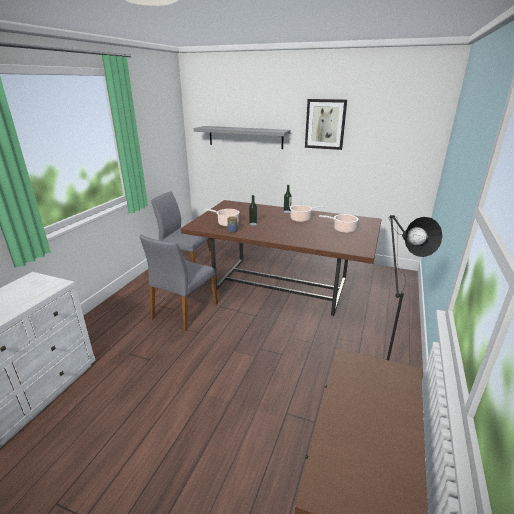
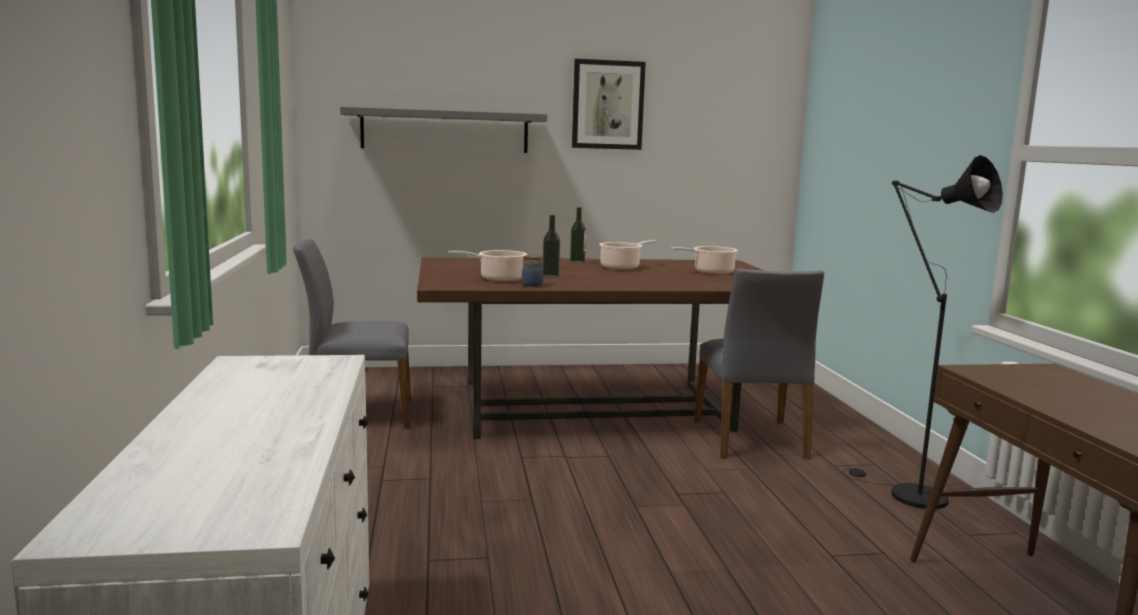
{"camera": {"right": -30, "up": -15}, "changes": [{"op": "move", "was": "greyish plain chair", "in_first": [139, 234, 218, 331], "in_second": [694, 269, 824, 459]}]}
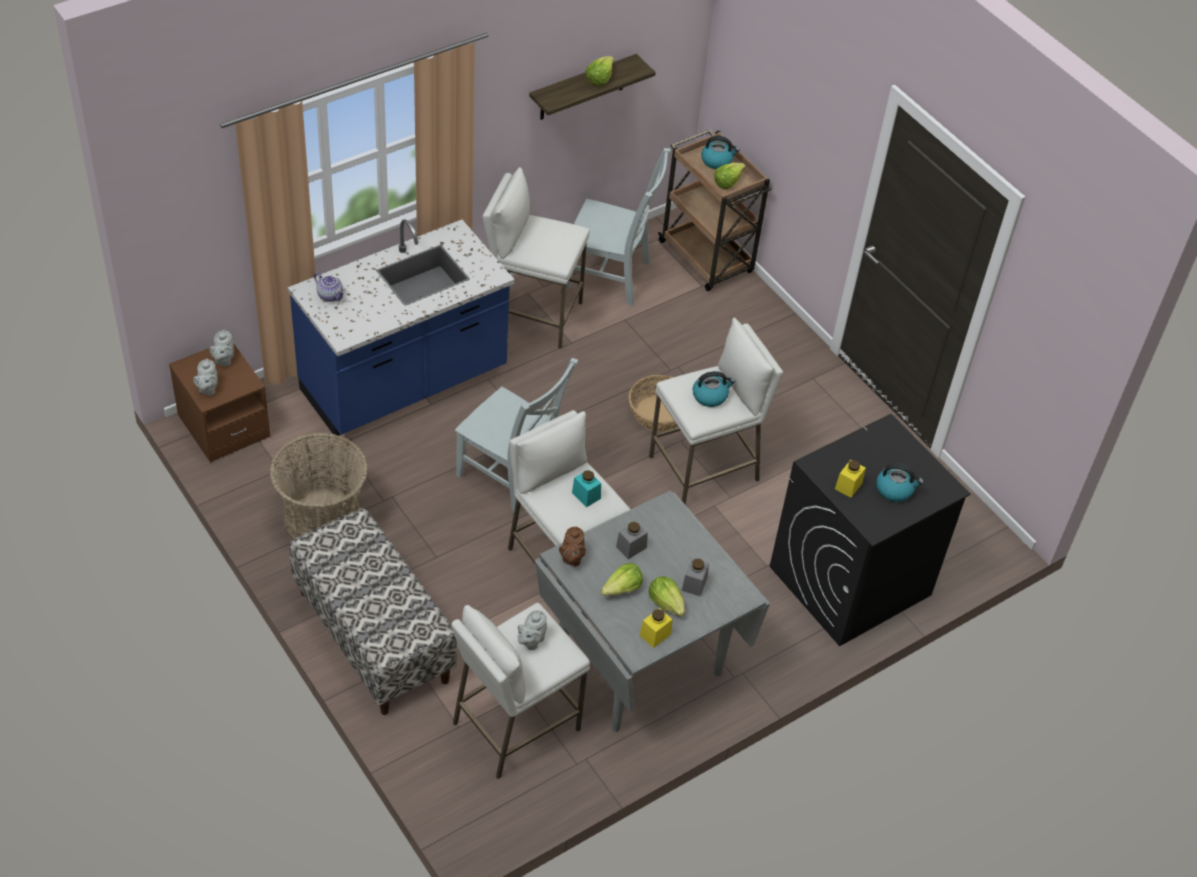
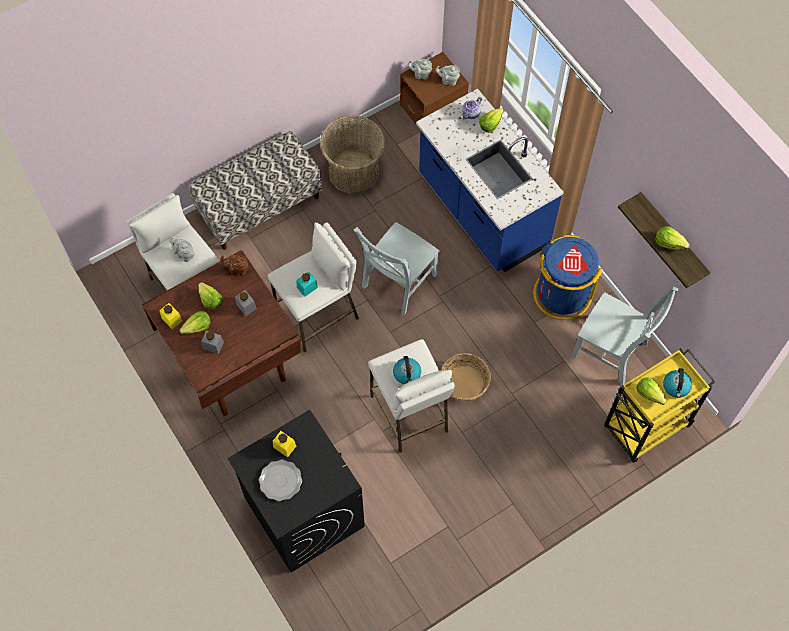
{"camera": {"right": 95, "up": 15}, "changes": [{"op": "recolor", "was": "greyish dining table", "now": "brownish dining table", "in_first": [535, 491, 770, 732], "in_second": [142, 251, 301, 416]}, {"op": "replace", "was": "kettle", "now": "flat dish", "in_first": [876, 463, 924, 502], "in_second": [259, 460, 302, 501]}, {"op": "insert", "now": "lettuce", "in_second": [479, 108, 504, 133]}, {"op": "replace", "was": "whitish stool", "now": "blue waste bin", "in_first": [482, 167, 590, 349], "in_second": [533, 235, 602, 320]}, {"op": "rotate", "was": "greyish plain chair", "in_first": [566, 148, 670, 306], "in_second": [572, 287, 678, 385], "clockwise": -75}, {"op": "recolor", "was": "brownish trolley", "now": "yellowish trolley", "in_first": [658, 129, 772, 291], "in_second": [604, 349, 715, 463]}]}
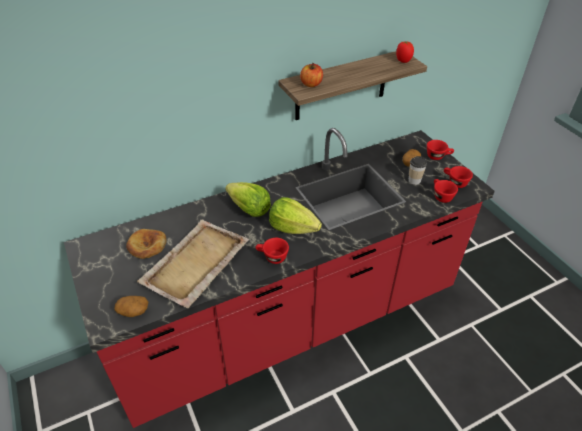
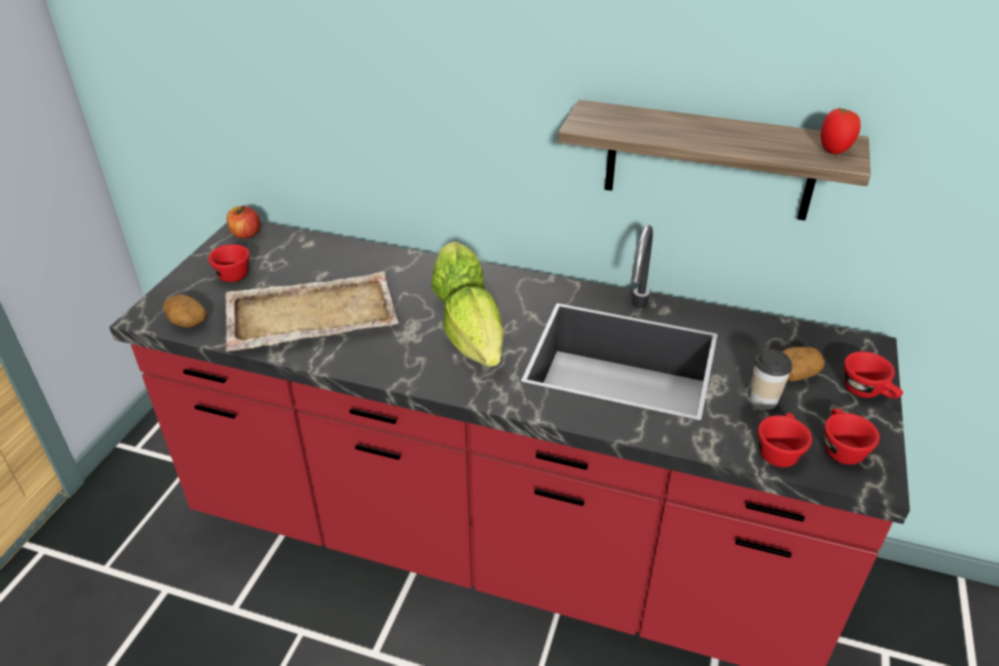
{"camera": {"right": 45, "up": -5}, "changes": [{"op": "move", "was": "red drinking cup", "in_first": [255, 238, 289, 264], "in_second": [208, 244, 250, 282]}, {"op": "move", "was": "whole apple", "in_first": [300, 63, 323, 87], "in_second": [227, 205, 260, 238]}, {"op": "delete", "was": "bakery bread", "in_first": [126, 229, 166, 259]}]}
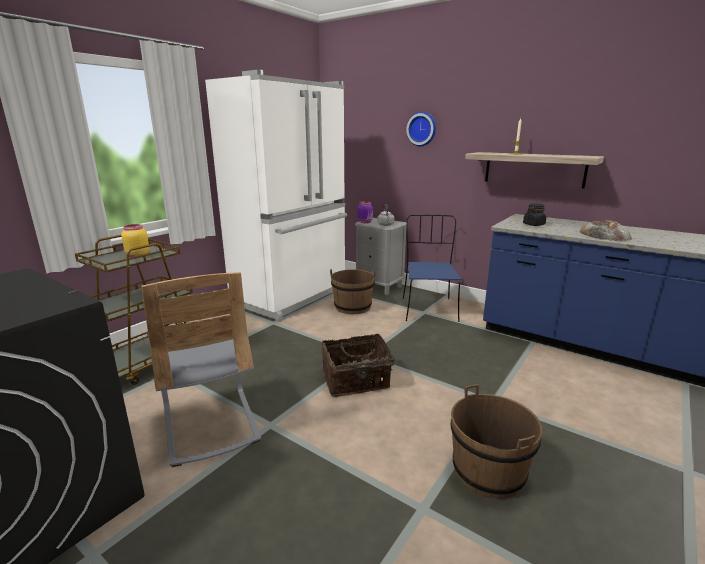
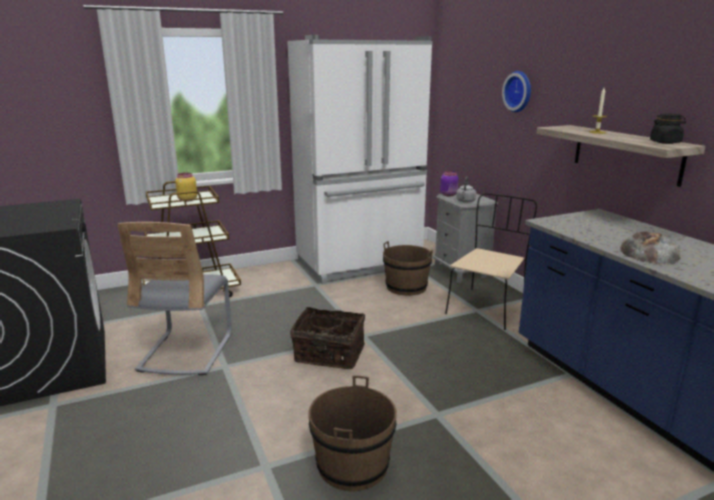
{"camera": {"right": 30, "up": 0}, "changes": [{"op": "recolor", "was": "blue plain chair", "now": "beige-coloured plain chair", "in_first": [403, 215, 462, 322], "in_second": [445, 193, 537, 330]}, {"op": "move", "was": "black jar", "in_first": [523, 204, 546, 226], "in_second": [650, 114, 686, 144]}]}
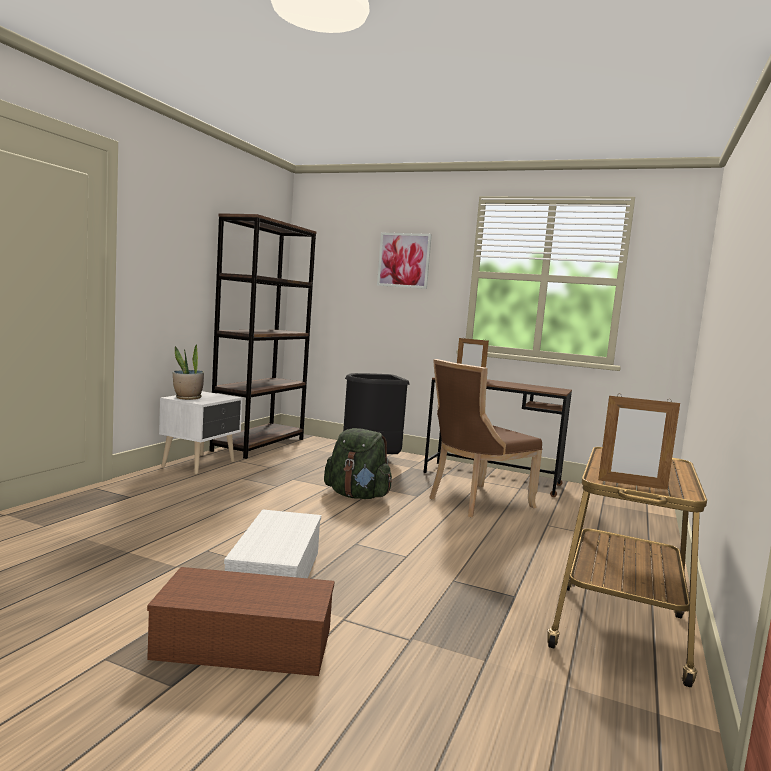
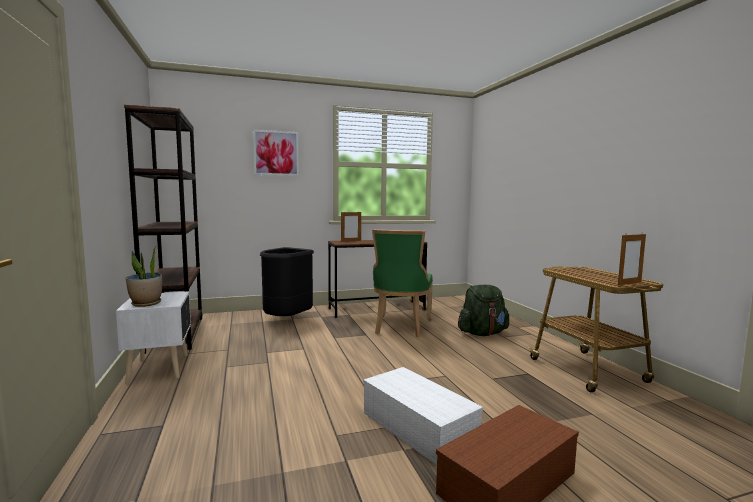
{"camera": {"right": -40, "up": 0}, "changes": [{"op": "recolor", "was": "brownish plain chair", "now": "greenish plain chair", "in_first": [429, 359, 542, 517], "in_second": [372, 229, 433, 338]}, {"op": "move", "was": "greenish backpack", "in_first": [324, 428, 392, 499], "in_second": [458, 285, 509, 336]}]}
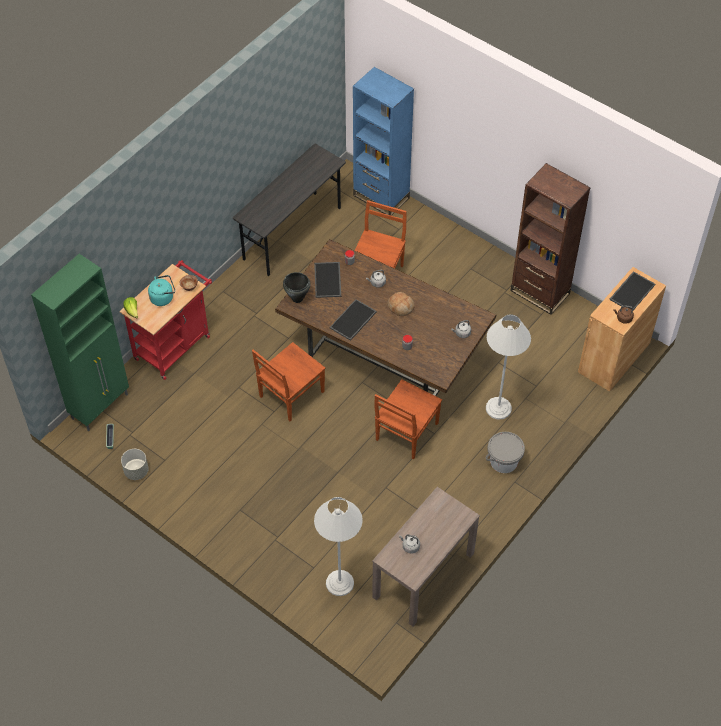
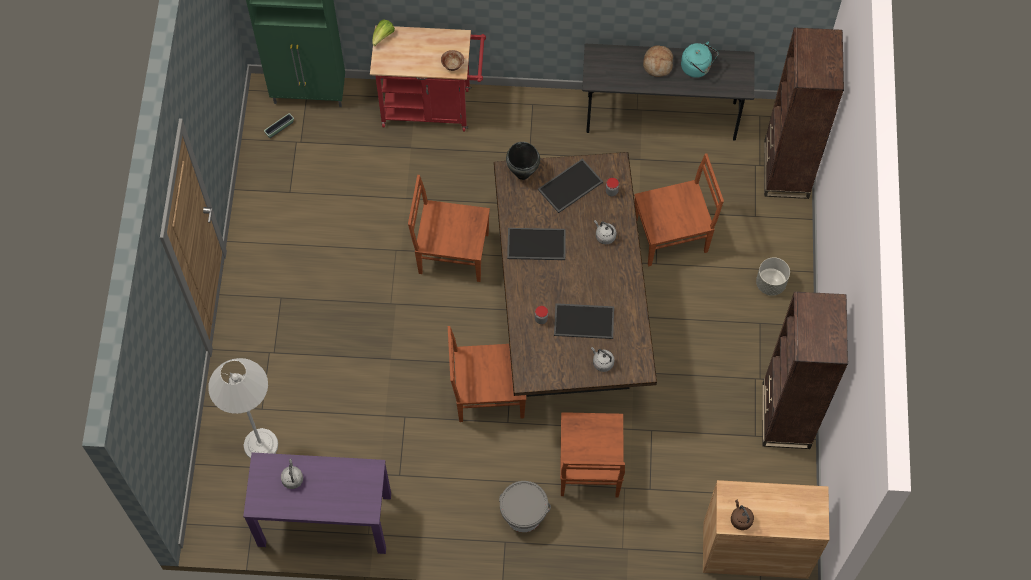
{"camera": {"right": 55, "up": 10}, "changes": [{"op": "recolor", "was": "brownish hall table", "now": "purple-coloured hall table", "in_first": [372, 487, 480, 626], "in_second": [243, 453, 391, 554]}, {"op": "move", "was": "serving tray", "in_first": [609, 271, 655, 310], "in_second": [554, 303, 614, 339]}, {"op": "replace", "was": "whitish floor lamp", "now": "brownish plain chair", "in_first": [486, 314, 531, 420], "in_second": [560, 412, 625, 498]}, {"op": "move", "was": "bakery bread", "in_first": [387, 292, 415, 316], "in_second": [643, 45, 673, 77]}, {"op": "move", "was": "turquoise-coloured kettle", "in_first": [148, 275, 175, 306], "in_second": [681, 42, 719, 78]}, {"op": "move", "was": "greyish flower pot", "in_first": [121, 449, 149, 480], "in_second": [756, 257, 790, 296]}, {"op": "recolor", "was": "blue bookshelf", "now": "brownish bookshelf", "in_first": [353, 67, 414, 216], "in_second": [764, 27, 844, 199]}]}
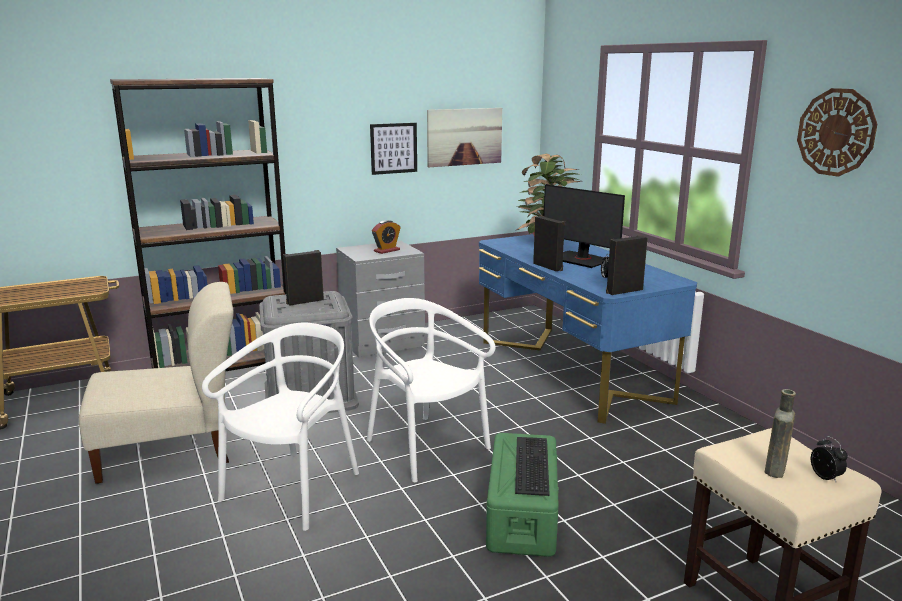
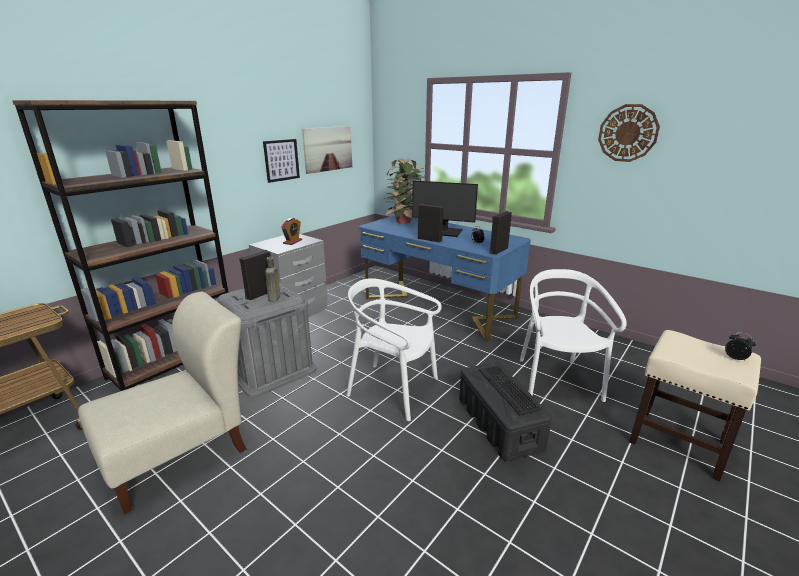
{"camera": {"right": -25, "up": 5}, "changes": [{"op": "move", "was": "brownish drink bottle", "in_first": [765, 389, 796, 478], "in_second": [265, 257, 280, 302]}, {"op": "recolor", "was": "greenish storage container", "now": "black storage container", "in_first": [486, 433, 559, 557], "in_second": [459, 362, 552, 461]}, {"op": "move", "was": "whitish plain chair", "in_first": [202, 323, 359, 531], "in_second": [520, 269, 627, 402]}]}
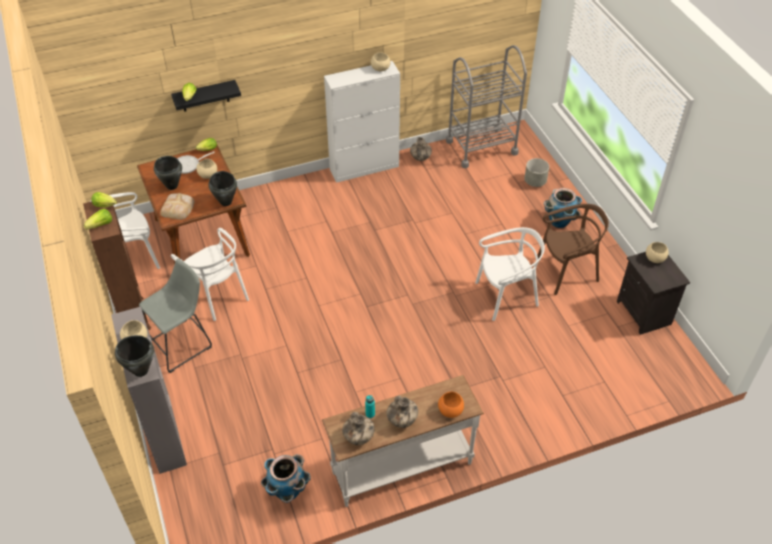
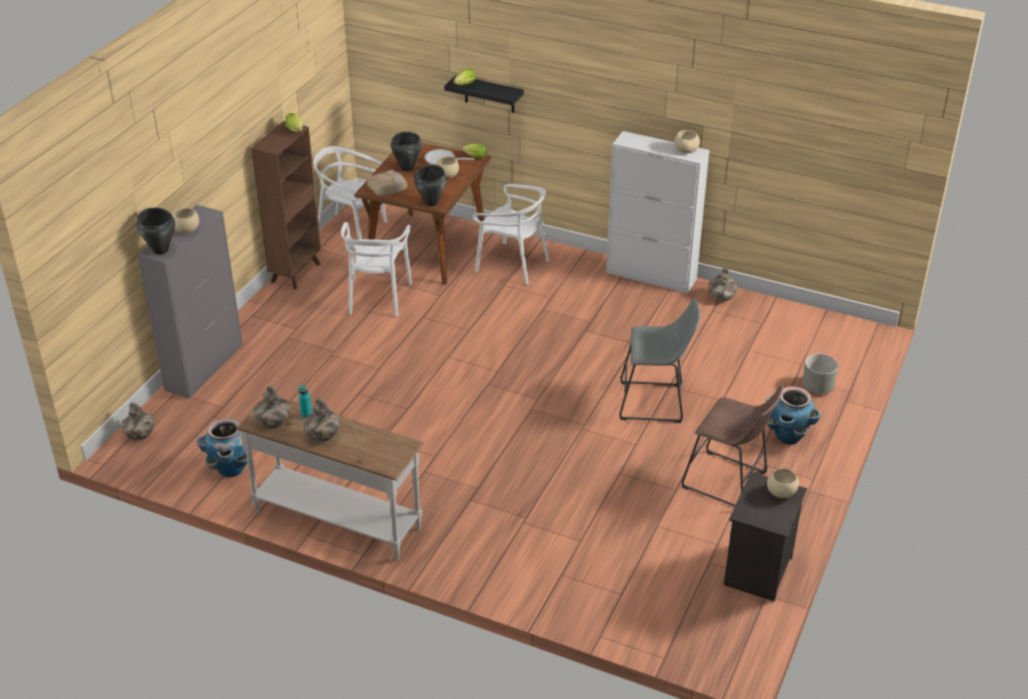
{"camera": {"right": 45, "up": -10}, "changes": [{"op": "insert", "now": "flower vase", "in_second": [121, 402, 155, 441]}, {"op": "move", "was": "whitish plain chair", "in_first": [475, 227, 545, 321], "in_second": [473, 184, 550, 284]}, {"op": "move", "was": "greyish stool", "in_first": [139, 258, 212, 373], "in_second": [619, 298, 700, 423]}, {"op": "replace", "was": "brownish plain chair", "now": "brownish stool", "in_first": [537, 204, 609, 295], "in_second": [682, 385, 783, 507]}, {"op": "delete", "was": "lettuce", "in_first": [84, 209, 112, 230]}, {"op": "delete", "was": "orange-coloured serving bowl", "in_first": [438, 392, 464, 418]}, {"op": "delete", "was": "greyish trolley", "in_first": [446, 45, 527, 168]}]}
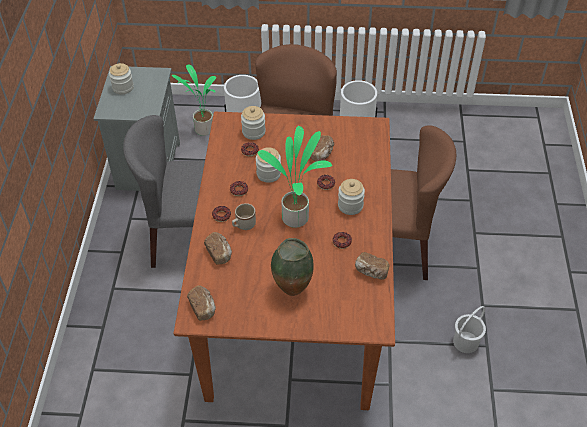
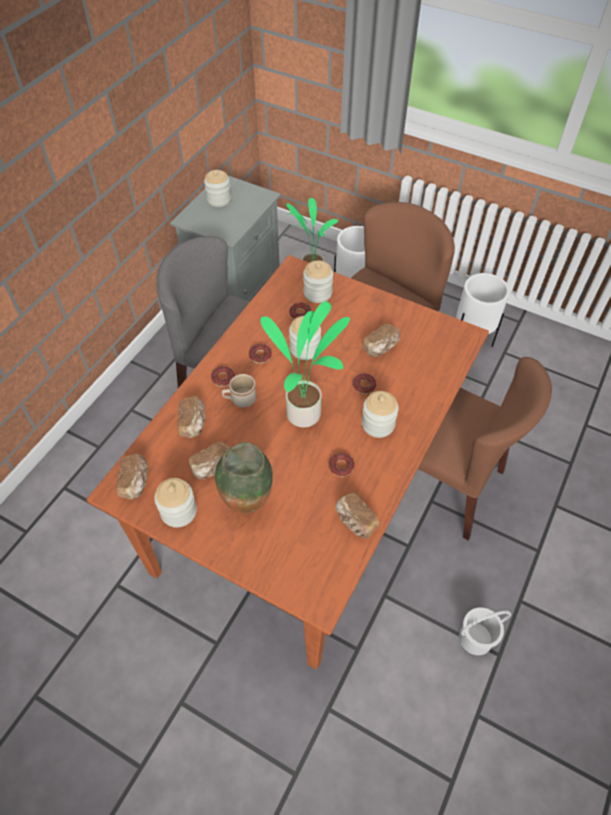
{"camera": {"right": 25, "up": 5}, "changes": [{"op": "insert", "now": "jar", "in_second": [154, 478, 197, 527]}, {"op": "insert", "now": "bakery bread", "in_second": [188, 442, 230, 479]}]}
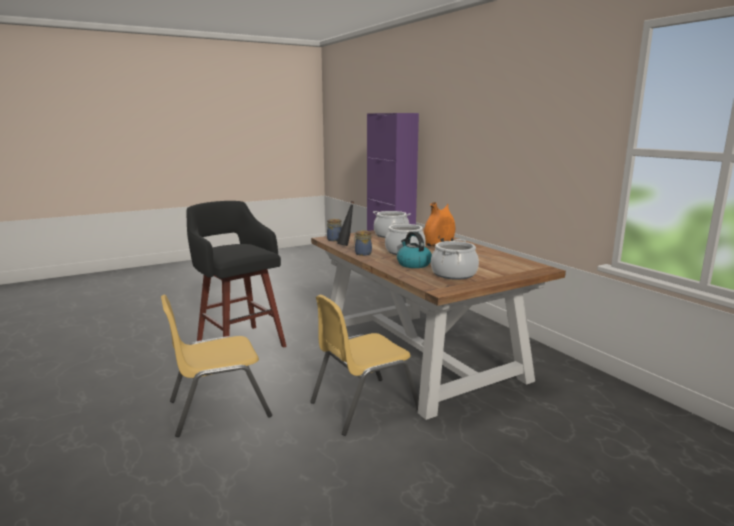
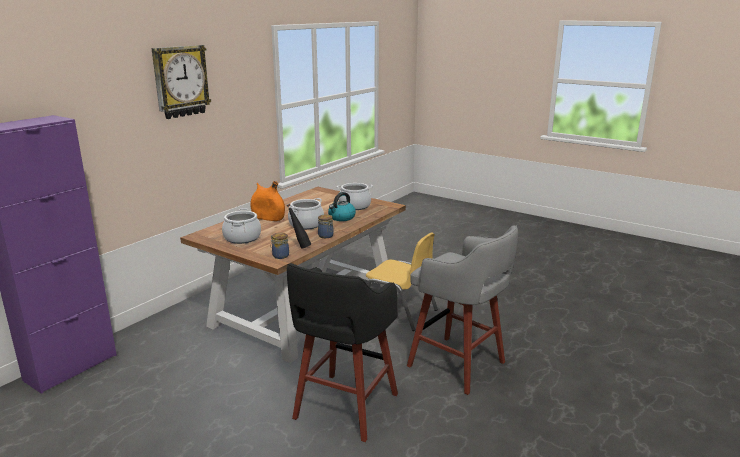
{"camera": {"right": -115, "up": 5}, "changes": [{"op": "insert", "now": "clock on the wall", "in_second": [151, 45, 211, 119]}, {"op": "replace", "was": "yellowish plain chair", "now": "greyish stool", "in_first": [161, 294, 272, 437], "in_second": [407, 225, 518, 395]}]}
